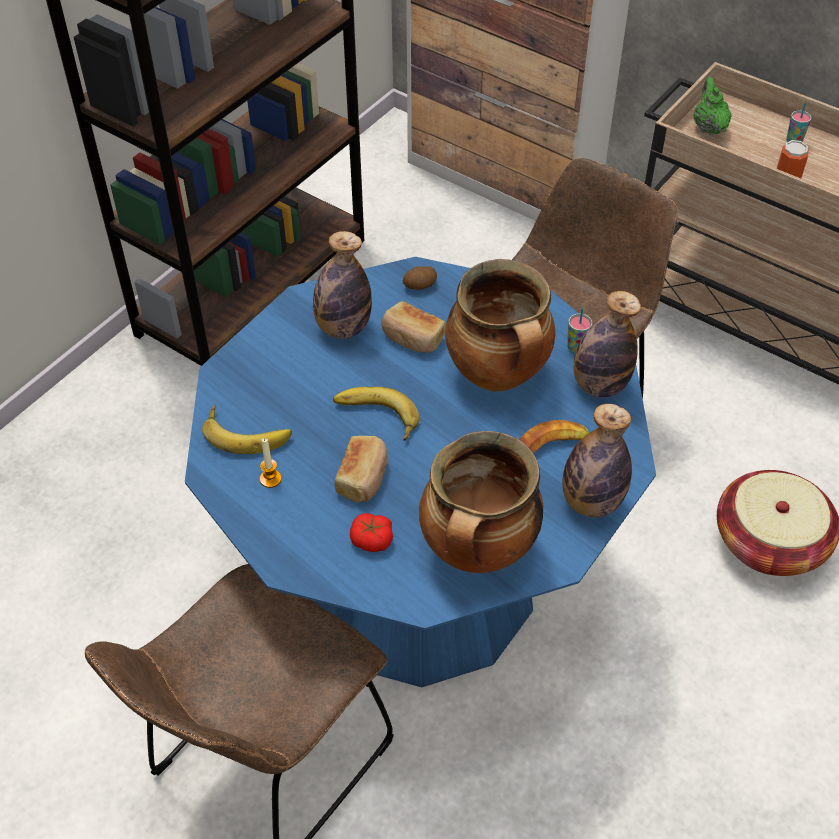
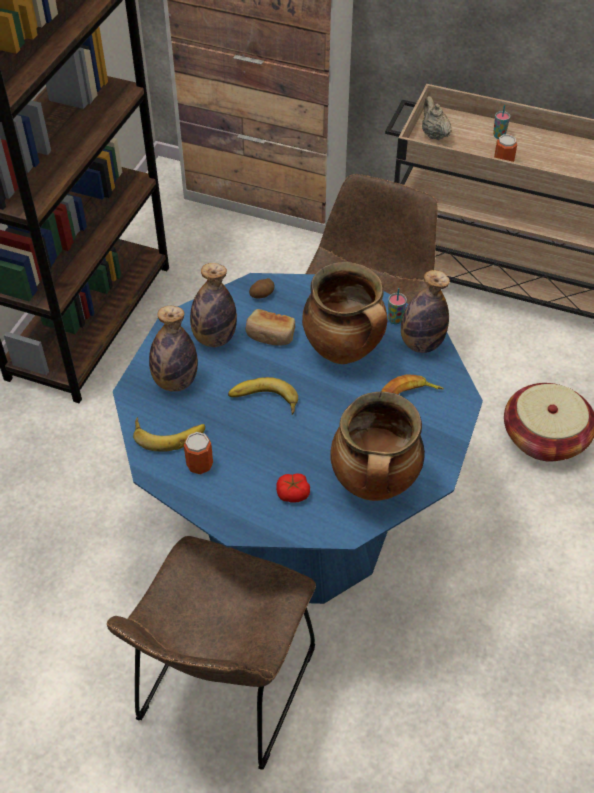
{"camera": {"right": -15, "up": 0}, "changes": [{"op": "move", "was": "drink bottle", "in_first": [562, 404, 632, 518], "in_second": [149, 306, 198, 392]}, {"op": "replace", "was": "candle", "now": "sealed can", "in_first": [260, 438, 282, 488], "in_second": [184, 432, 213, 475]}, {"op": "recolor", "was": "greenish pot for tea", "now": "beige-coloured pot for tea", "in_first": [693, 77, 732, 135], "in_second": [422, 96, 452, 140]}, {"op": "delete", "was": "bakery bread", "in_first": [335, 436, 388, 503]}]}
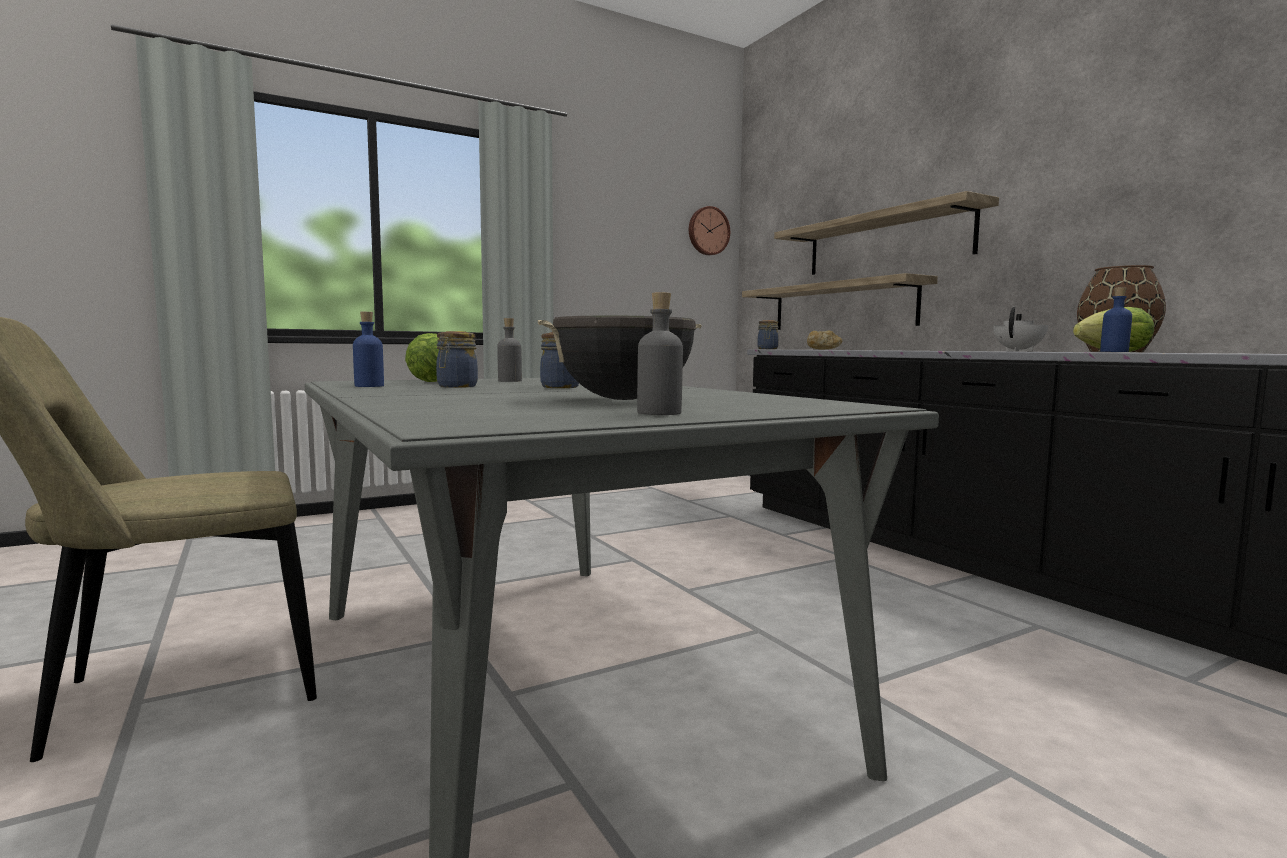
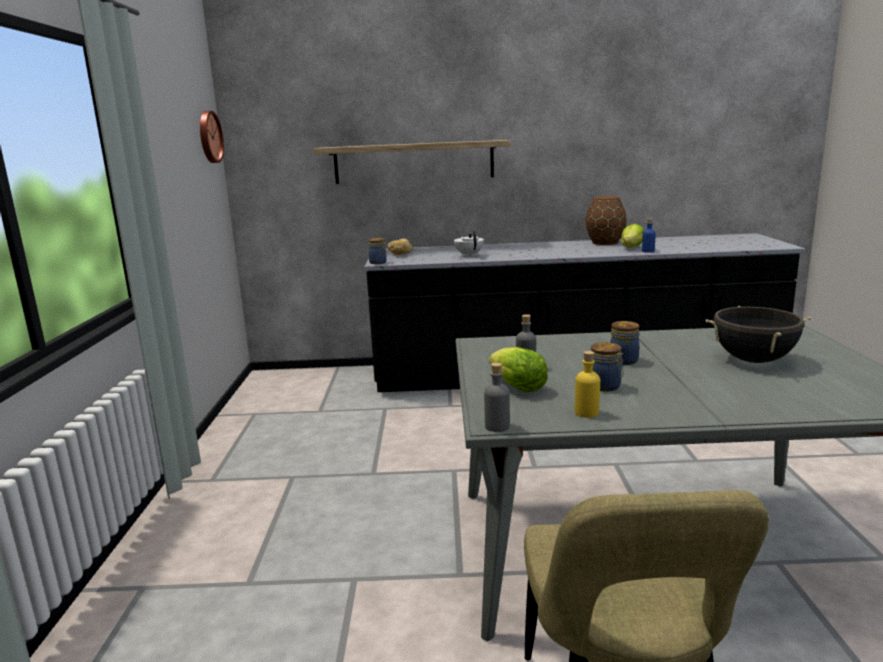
{"camera": {"right": -60, "up": 10}, "changes": [{"op": "move", "was": "whitish pot for tea", "in_first": [993, 307, 1048, 351], "in_second": [454, 231, 484, 257]}, {"op": "move", "was": "greyish drink bottle", "in_first": [637, 292, 683, 415], "in_second": [484, 363, 510, 432]}, {"op": "recolor", "was": "blue drink bottle", "now": "yellowish drink bottle", "in_first": [353, 312, 384, 387], "in_second": [575, 351, 600, 418]}, {"op": "delete", "was": "bracket shelf", "in_first": [742, 273, 938, 330]}]}
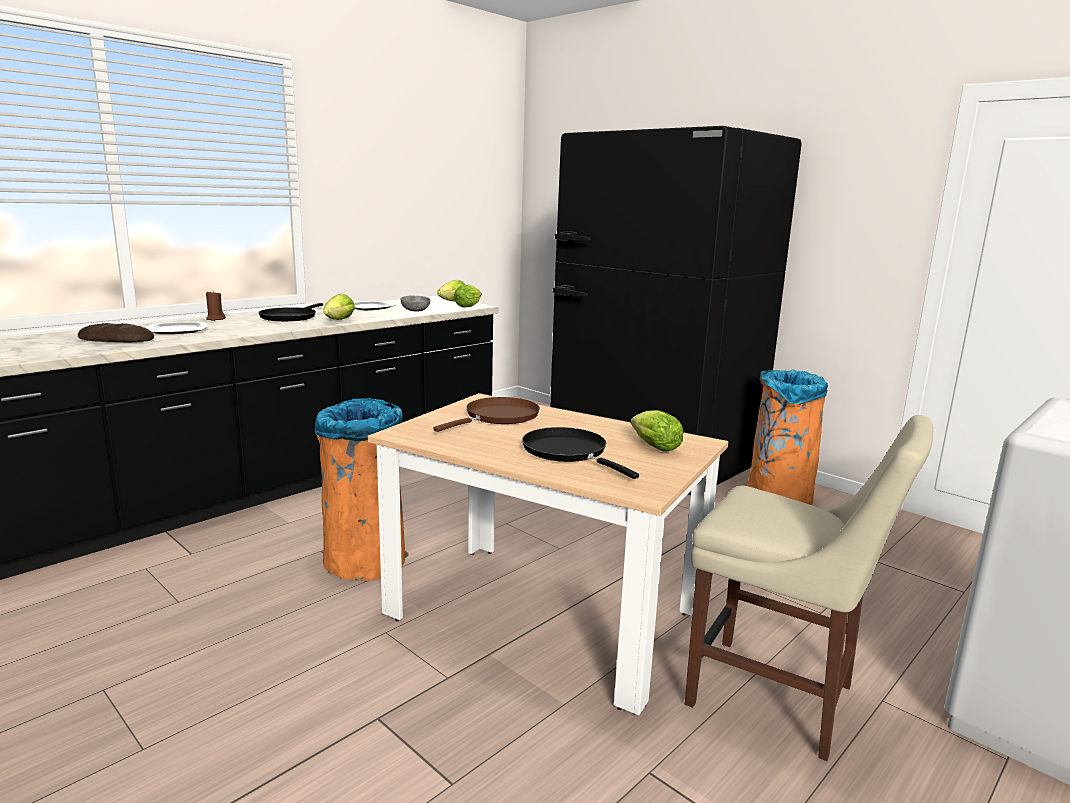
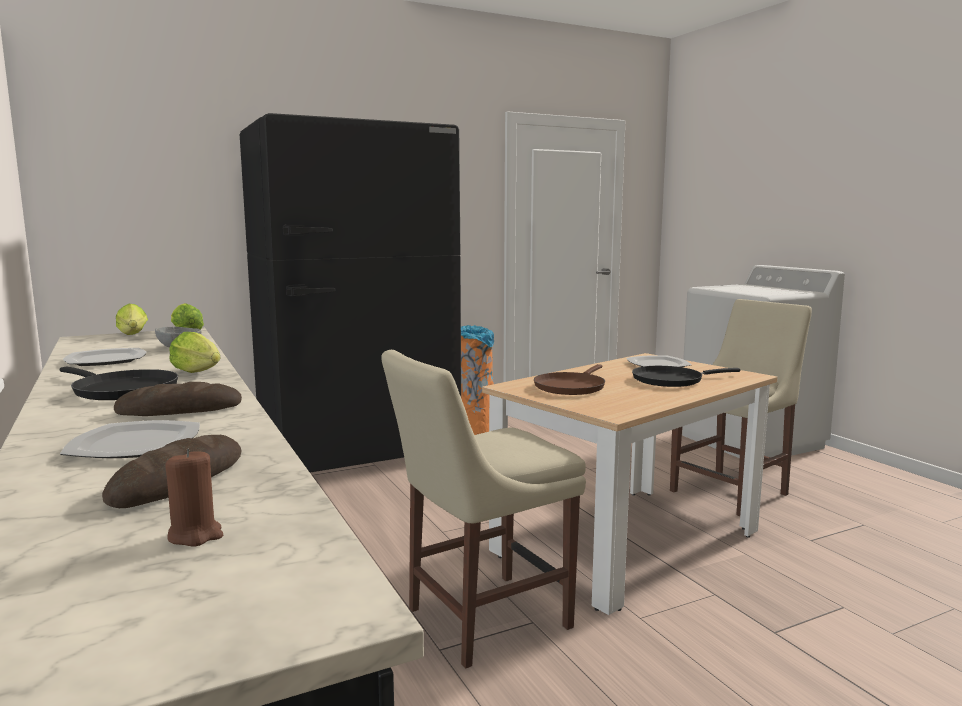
{"camera": {"right": -70, "up": -5}, "changes": [{"op": "insert", "now": "bakery bread", "in_second": [114, 382, 242, 416]}, {"op": "move", "was": "brownish candle", "in_first": [206, 291, 225, 321], "in_second": [165, 448, 223, 546]}, {"op": "replace", "was": "orange-coloured waste bin", "now": "beige-coloured plain chair", "in_first": [315, 398, 409, 581], "in_second": [381, 350, 586, 669]}, {"op": "rotate", "was": "brownish skillet", "in_first": [433, 397, 540, 432], "in_second": [534, 364, 605, 395], "clockwise": -120}, {"op": "replace", "was": "lettuce", "now": "flat dish", "in_first": [631, 410, 683, 452], "in_second": [626, 355, 691, 367]}]}
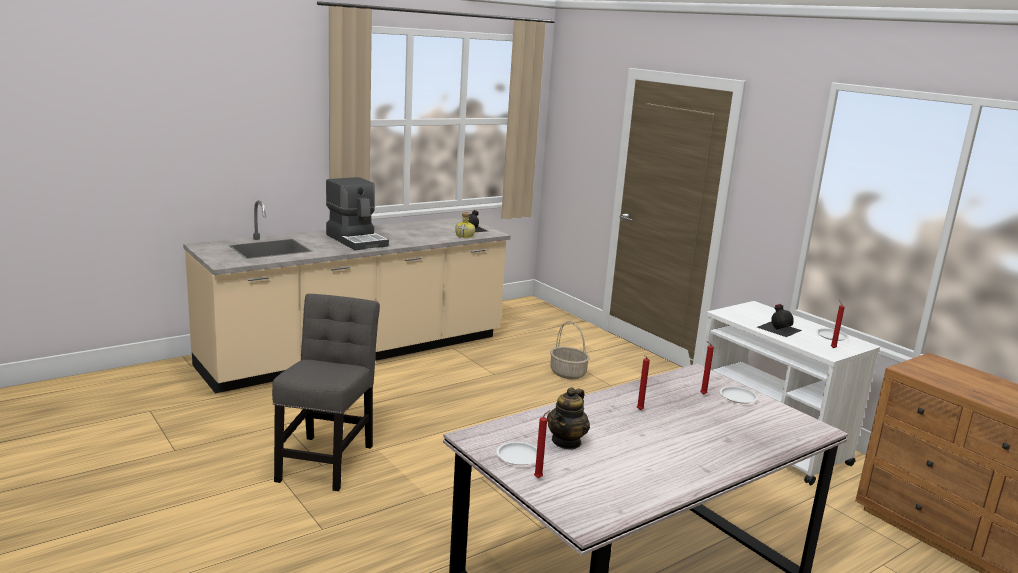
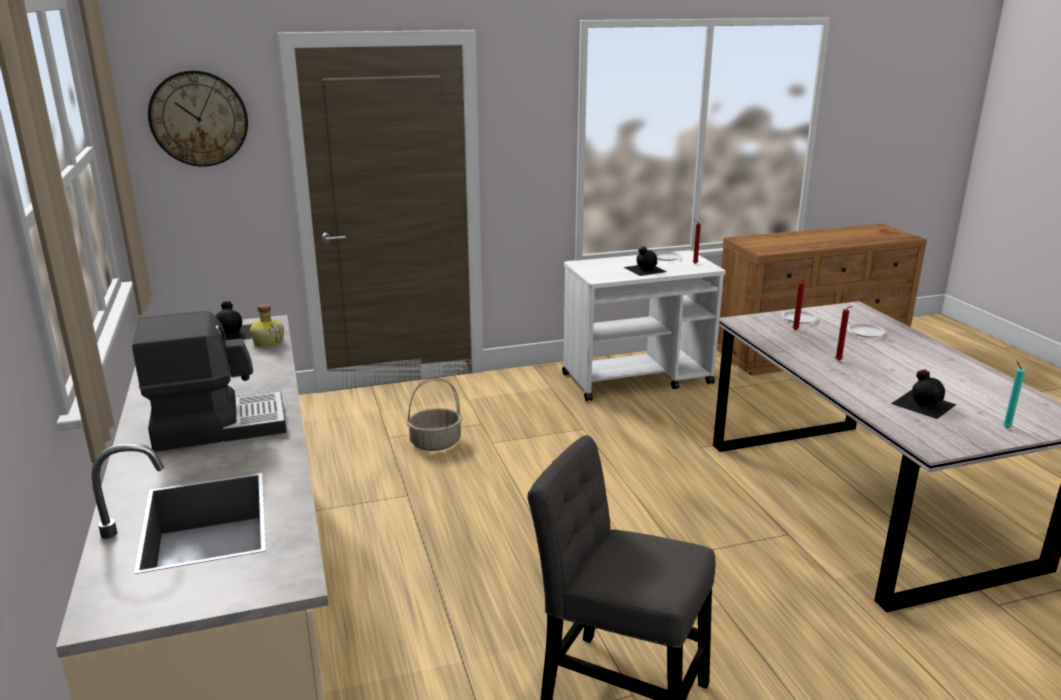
{"camera": {"right": -70, "up": 5}, "changes": [{"op": "insert", "now": "clock on the wall", "in_second": [148, 70, 248, 167]}, {"op": "move", "was": "whitish flat dish", "in_first": [496, 442, 537, 465], "in_second": [847, 323, 885, 338]}, {"op": "replace", "was": "pot for tea", "now": "black drink bottle", "in_first": [547, 387, 590, 450], "in_second": [891, 369, 957, 419]}, {"op": "recolor", "was": "red candle", "now": "turquoise-coloured candle", "in_first": [534, 410, 550, 478], "in_second": [1003, 361, 1025, 428]}]}
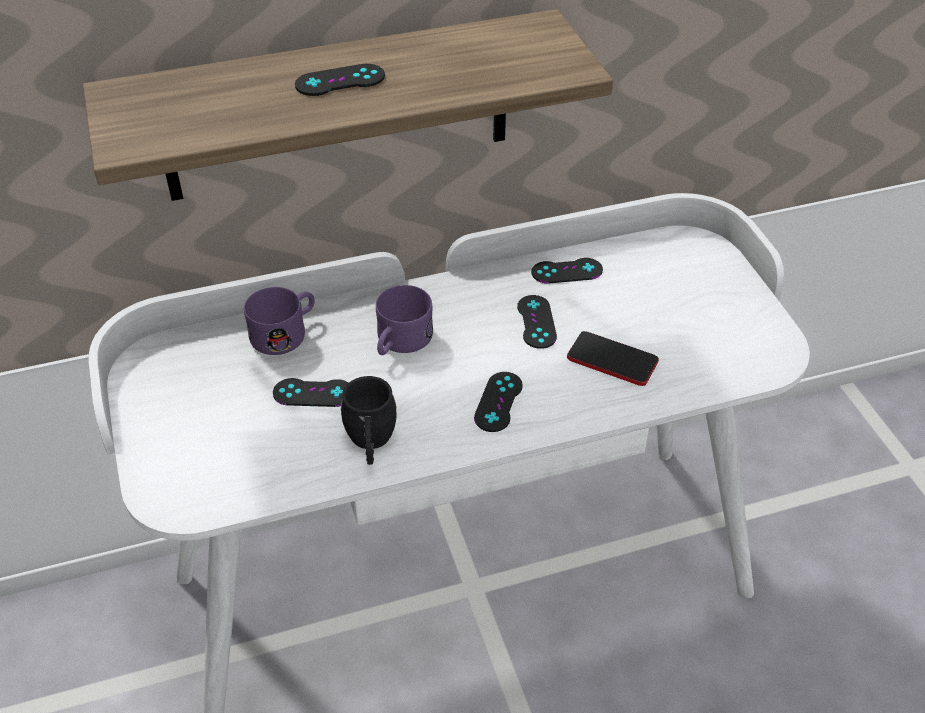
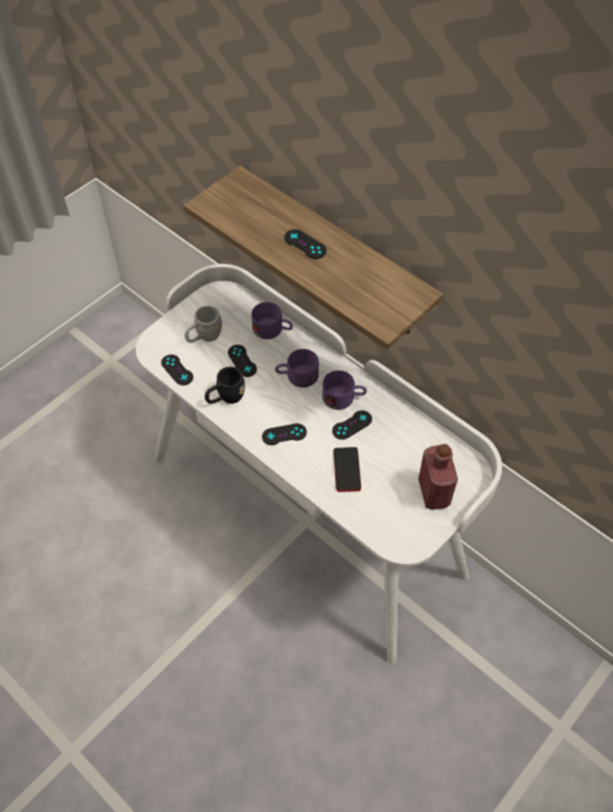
{"camera": {"right": 60, "up": 10}, "changes": [{"op": "move", "was": "black joypad", "in_first": [531, 258, 603, 283], "in_second": [161, 354, 193, 385]}, {"op": "insert", "now": "greyish tea mug", "in_second": [185, 305, 222, 343]}, {"op": "insert", "now": "purple-coloured tea mug", "in_second": [322, 370, 367, 410]}, {"op": "insert", "now": "red drink bottle", "in_second": [418, 444, 458, 510]}]}
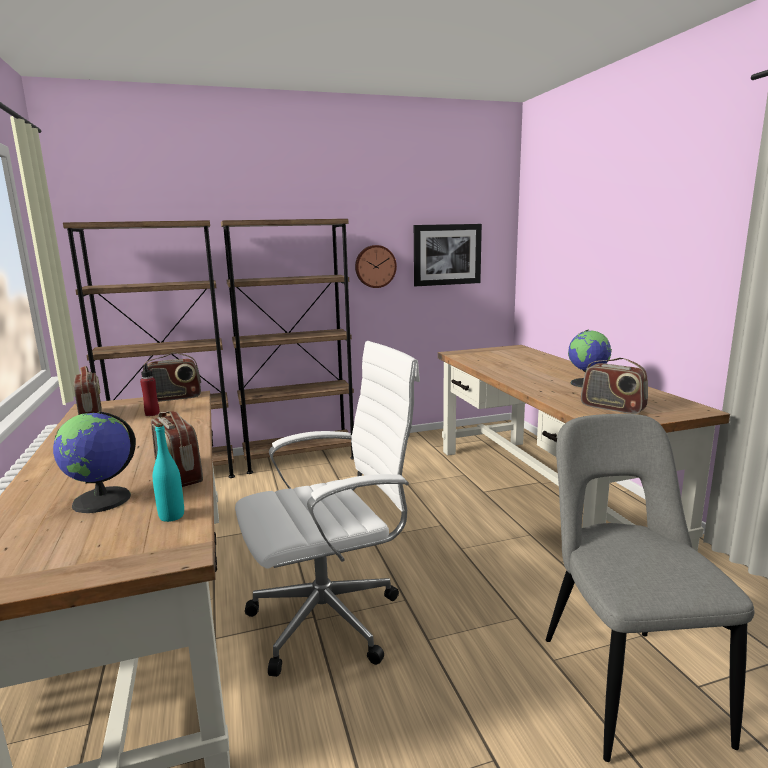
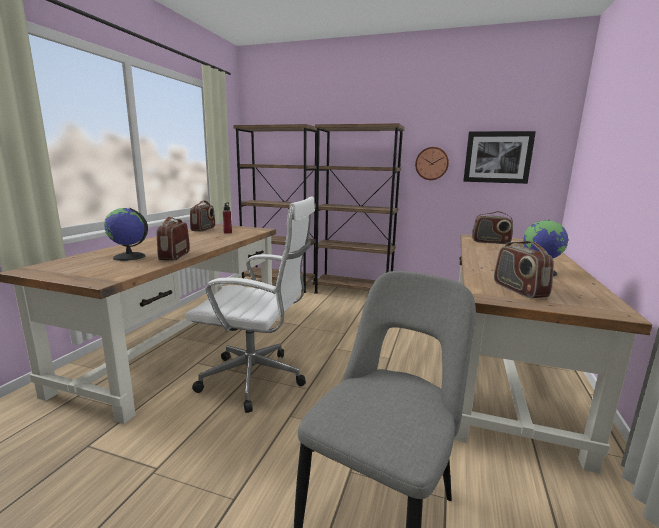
{"camera": {"right": 35, "up": 0}, "changes": [{"op": "move", "was": "radio set", "in_first": [143, 353, 201, 402], "in_second": [472, 211, 513, 244]}, {"op": "delete", "was": "turquoise-coloured drink bottle", "in_first": [153, 423, 184, 522]}]}
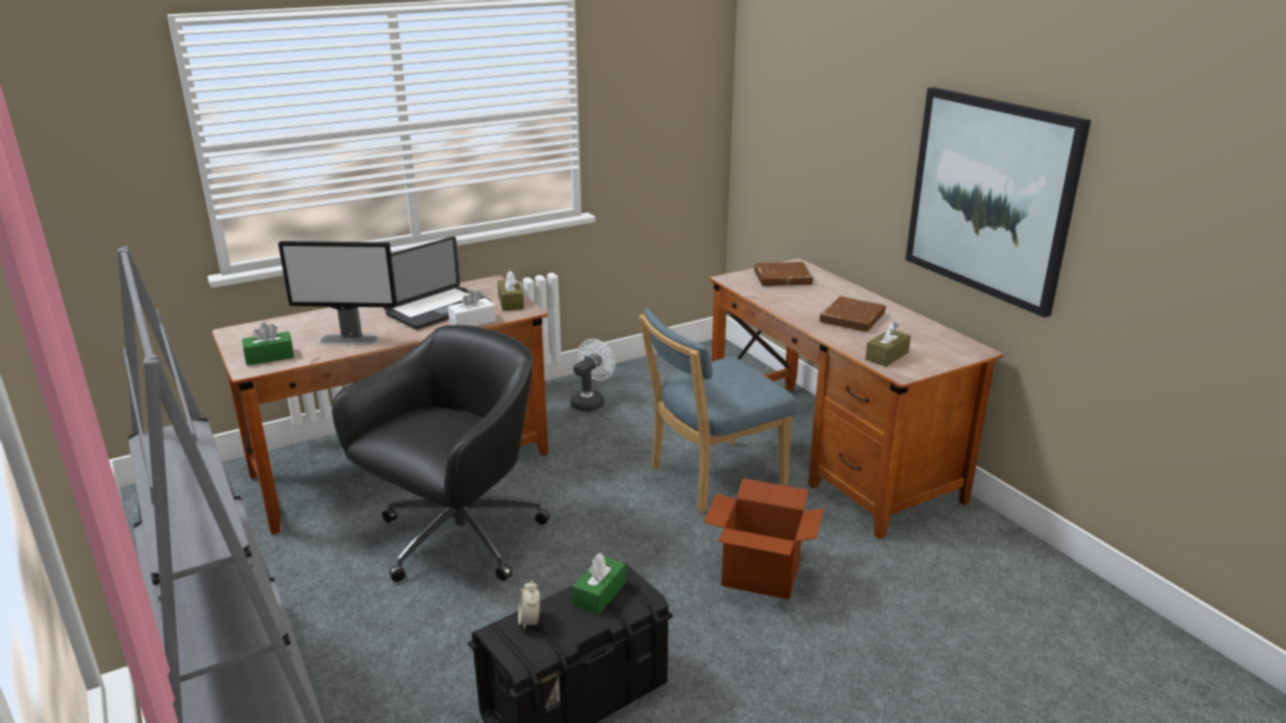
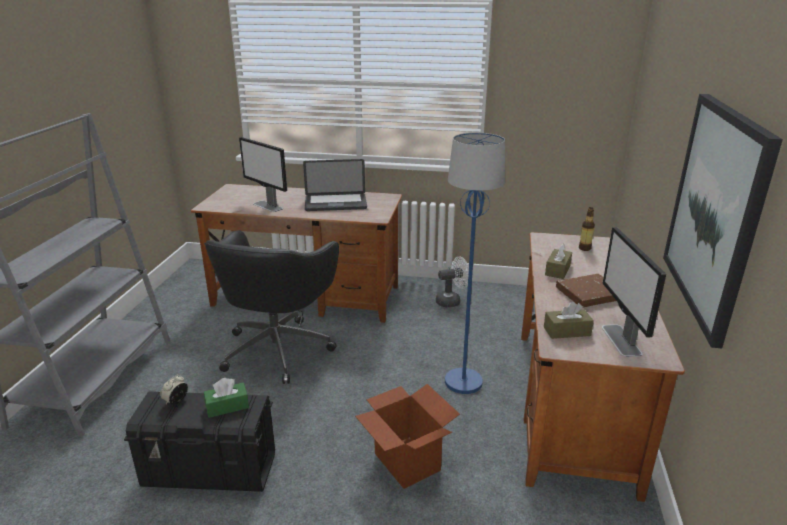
{"camera": {"right": 40, "up": 0}, "changes": [{"op": "rotate", "was": "black office chair", "in_first": [332, 325, 550, 582], "in_second": [204, 230, 339, 384], "clockwise": 120}, {"op": "replace", "was": "blue plain chair", "now": "blue floor lamp", "in_first": [639, 308, 796, 513], "in_second": [445, 133, 505, 394]}, {"op": "move", "was": "brownish box of tissues", "in_first": [497, 271, 524, 311], "in_second": [545, 244, 572, 279]}, {"op": "replace", "was": "brownish bound book", "now": "drink bottle", "in_first": [754, 262, 813, 286], "in_second": [579, 207, 595, 251]}, {"op": "insert", "now": "computer screen", "in_second": [602, 227, 666, 357]}, {"op": "delete", "was": "greenish box of tissues", "in_first": [242, 322, 294, 366]}, {"op": "delete", "was": "whitish box of tissues", "in_first": [448, 289, 496, 326]}]}
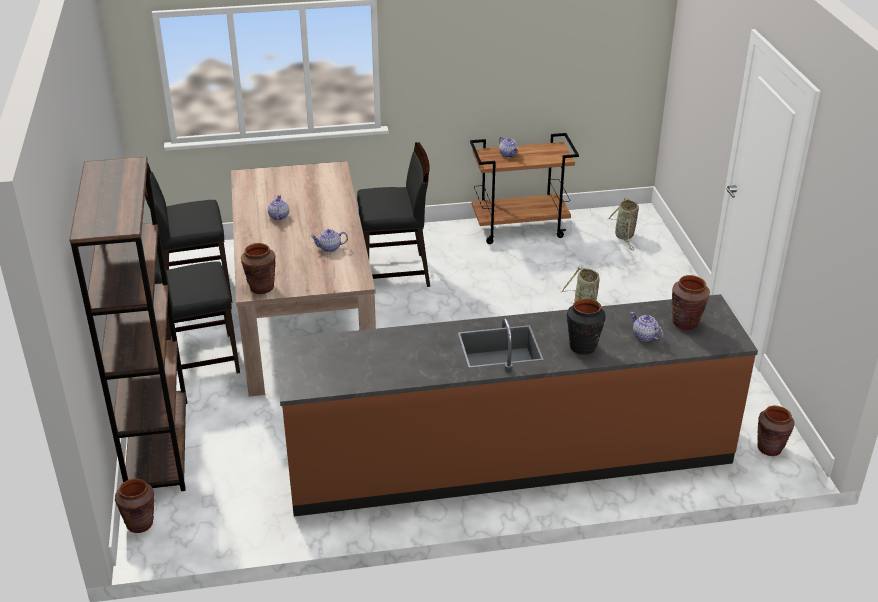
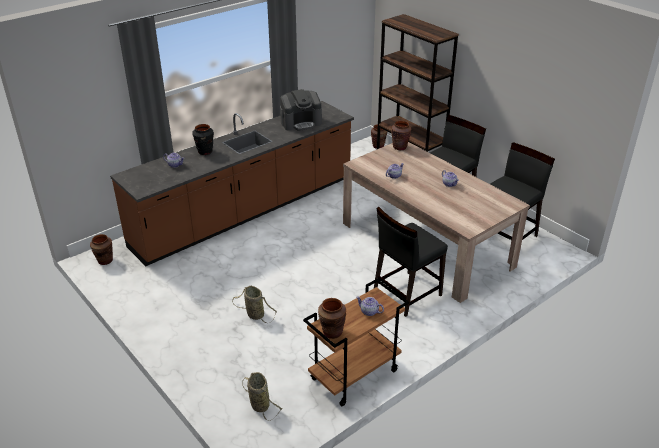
{"camera": {"right": 150, "up": 0}, "changes": [{"op": "insert", "now": "coffee brewer", "in_second": [280, 89, 322, 131]}, {"op": "move", "was": "brownish flower vase", "in_first": [672, 275, 710, 330], "in_second": [318, 298, 346, 339]}]}
